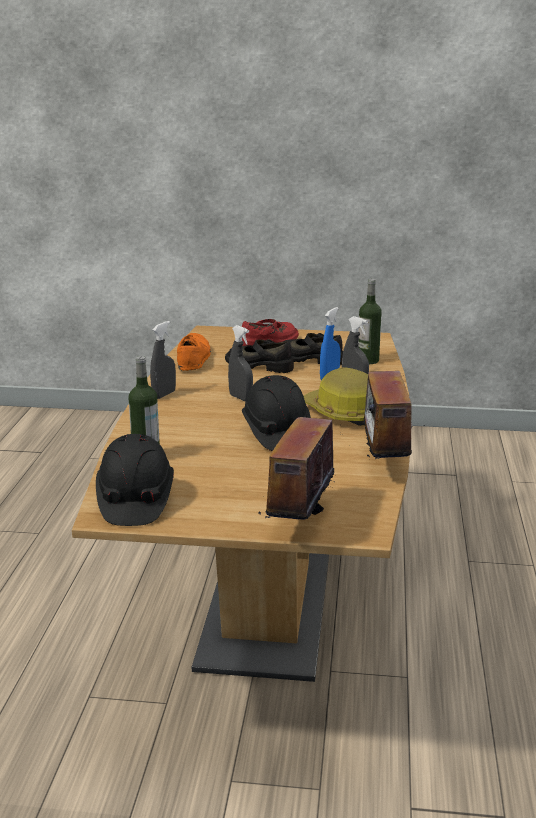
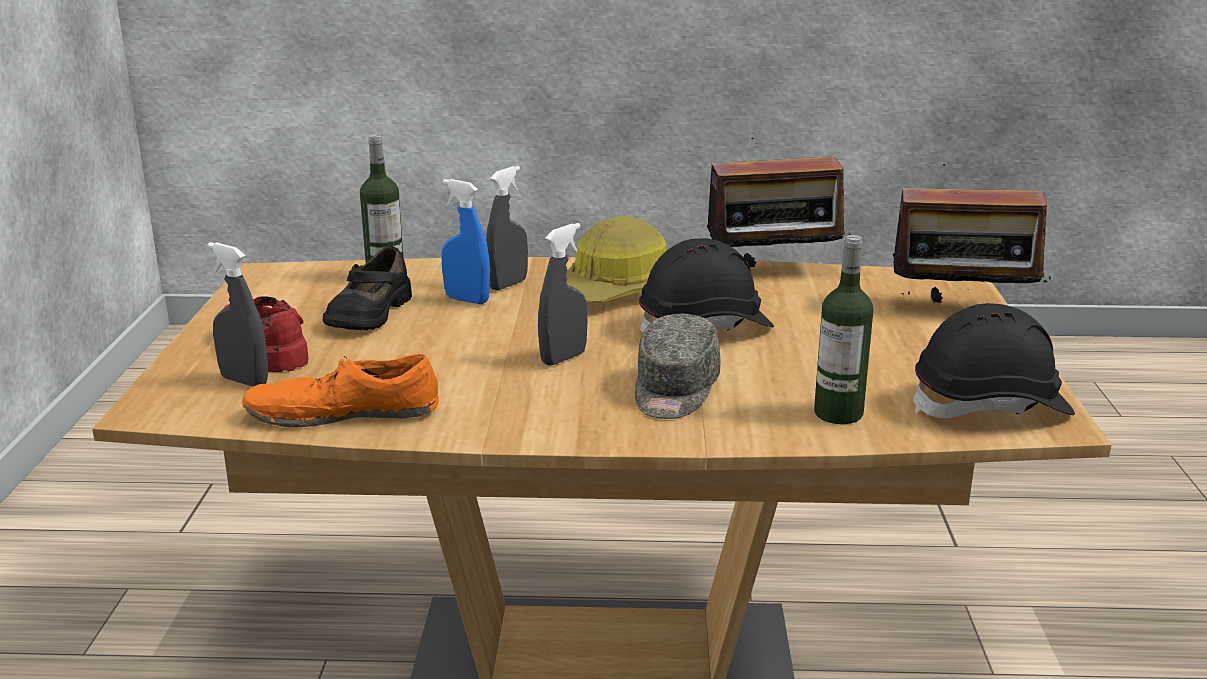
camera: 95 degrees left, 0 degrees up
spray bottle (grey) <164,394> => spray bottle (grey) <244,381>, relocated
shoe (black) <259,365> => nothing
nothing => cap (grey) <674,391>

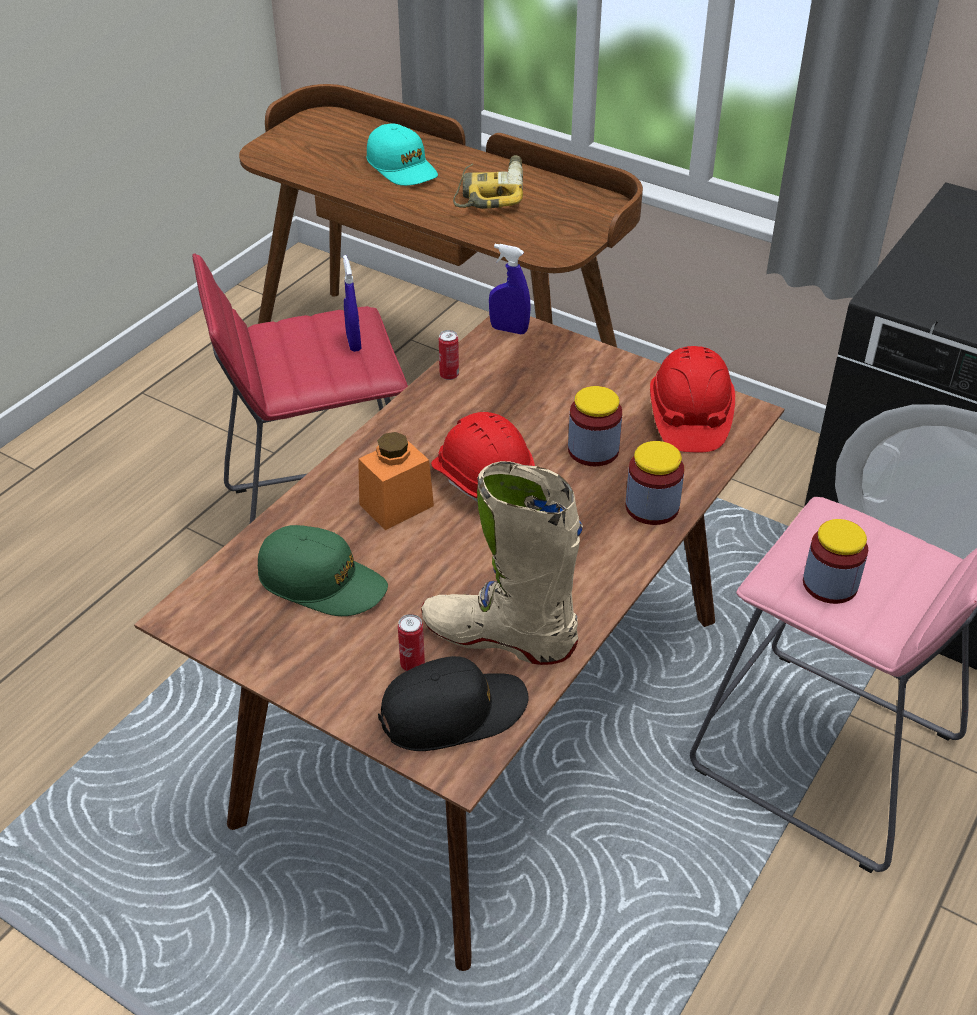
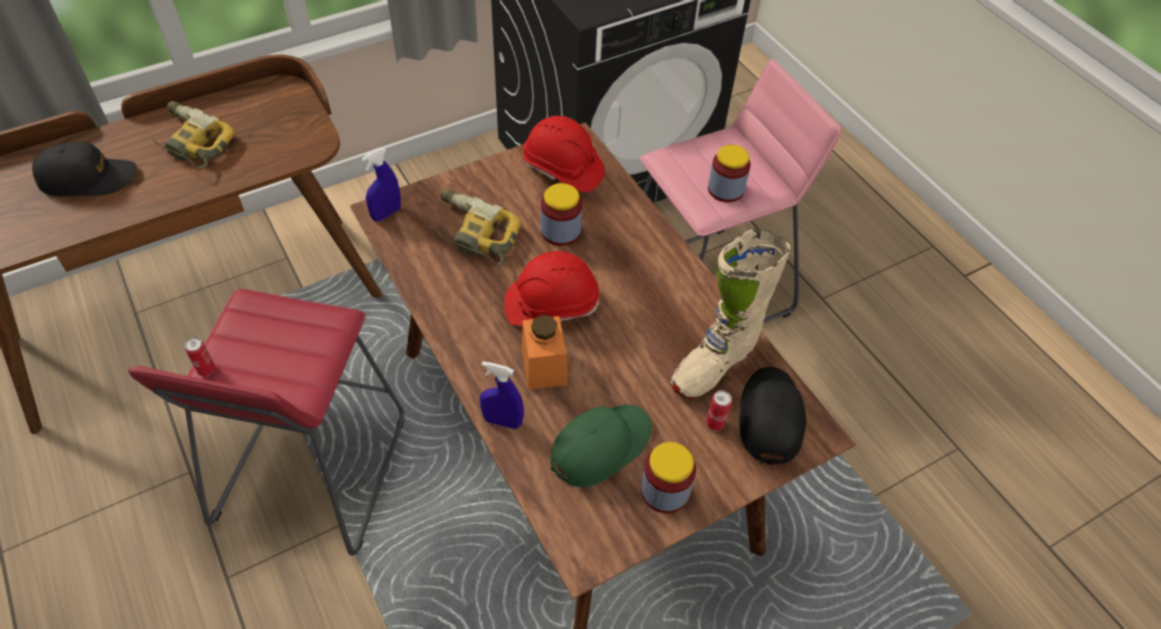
camera: 65 degrees left, 10 degrees up
cap (turquoise) <402,167> => cap (black) <88,178>
spray bottle (blue) <353,342> => spray bottle (blue) <502,421>, relocated
can <449,375> => can <206,370>, relocated
jar <652,507> => jar <665,491>, relocated
nothing => power drill <471,234>

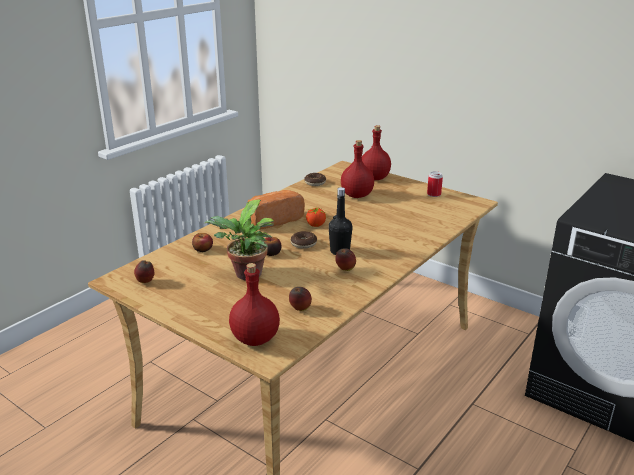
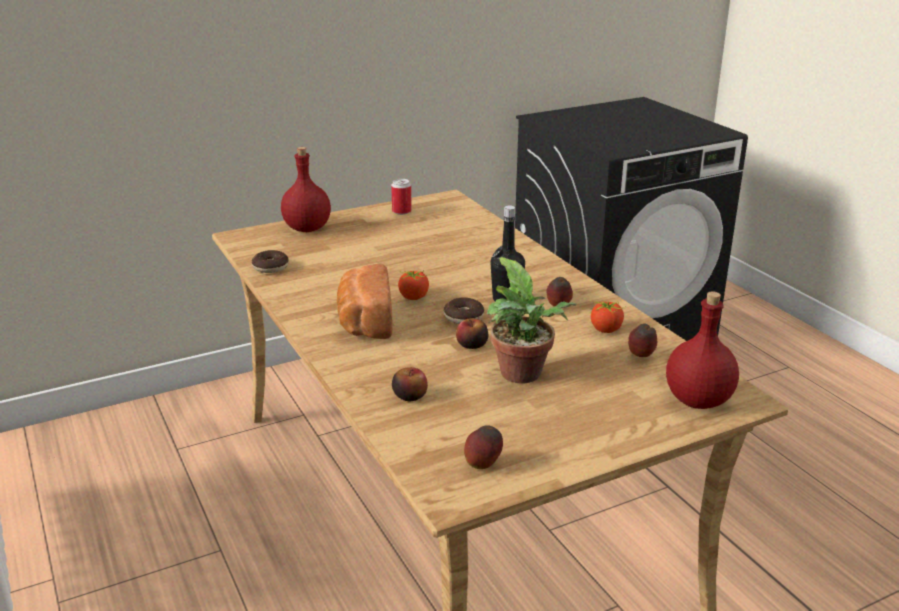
camera: 65 degrees left, 0 degrees up
bottle (red) <357,195> => nothing
nothing => tomato <606,329>

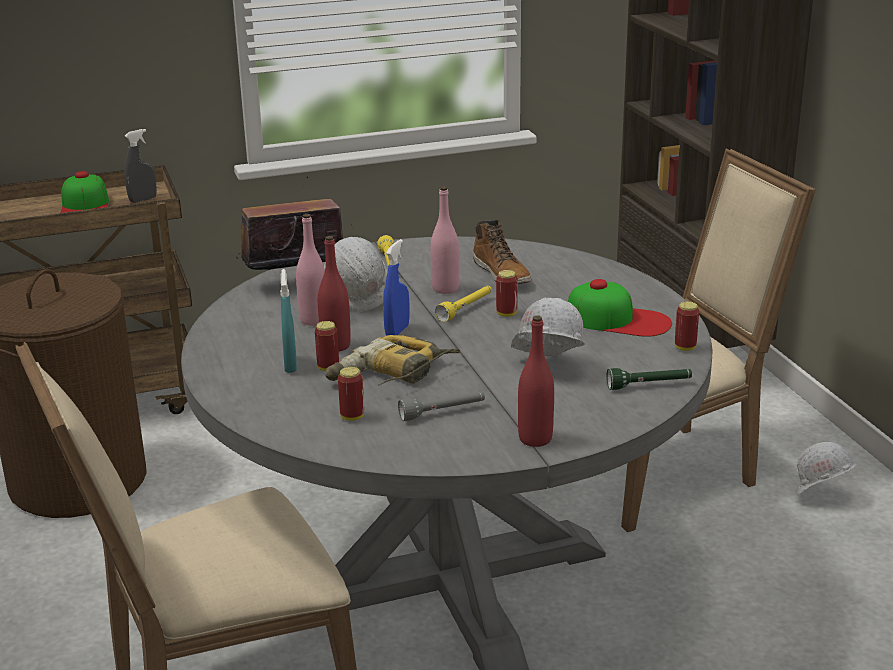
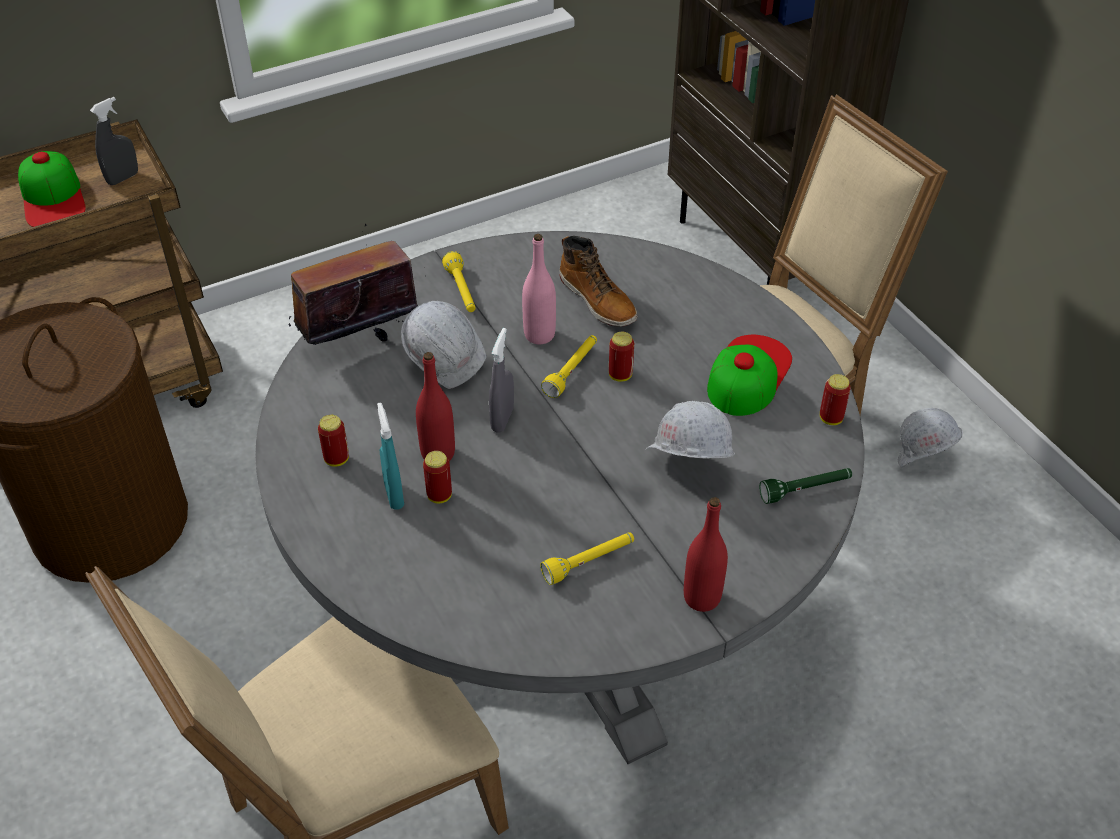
camera: 10 degrees left, 20 degrees up
bottle (pink) <314,320> => nothing
spray bottle (blue) <397,331> => spray bottle (grey) <502,419>
cap <618,319> => cap <748,374>, 75 degrees counterclockwise
power drill <391,375> => nothing
can <352,417> => can <336,459>, relocated
flashlight (grey) <442,412> => flashlight (yellow) <589,562>

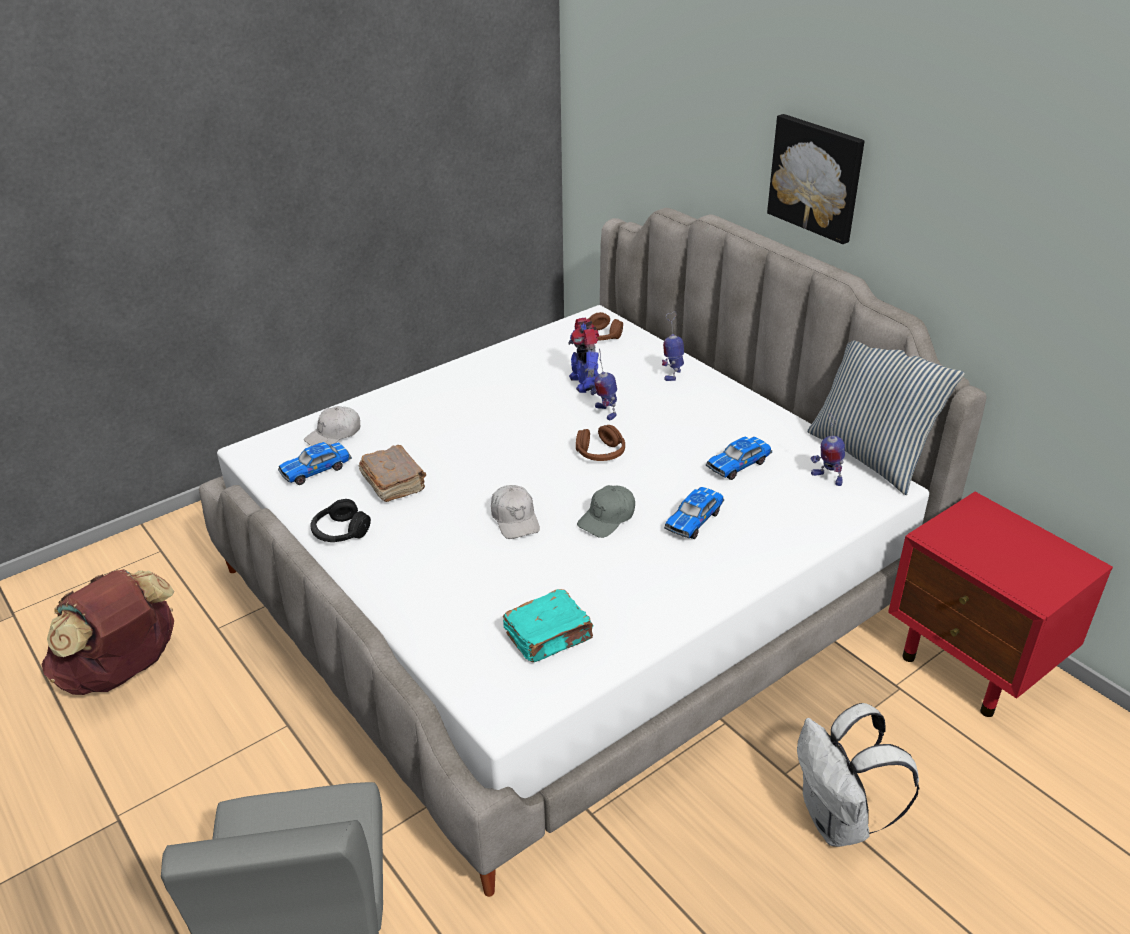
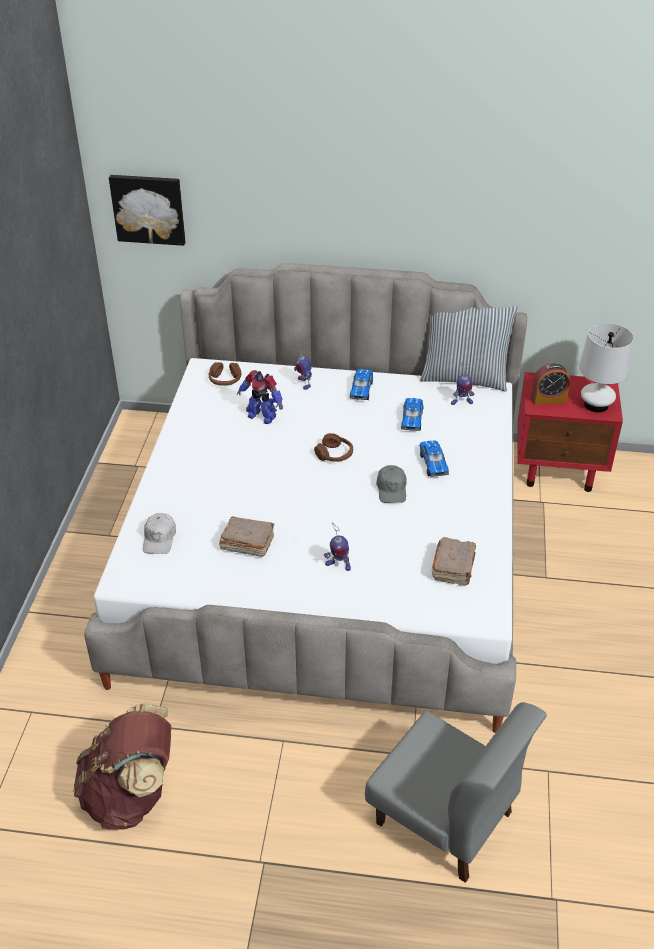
camera: 45 degrees left, 5 degrees up
picture <817,177> => picture <148,208>, relocated
toy robot <605,412> => toy robot <338,565>, relocated
toy car <316,470> => toy car <361,389>, relocated
cap (white) <515,519> => nothing
headphones (black) <340,532> => nothing
book (turquoise) <549,636> => book (brown) <454,568>
backpack (white) <839,821> => nothing
nothing => table lamp (white) <596,405>
nothing => alarm clock <548,399>

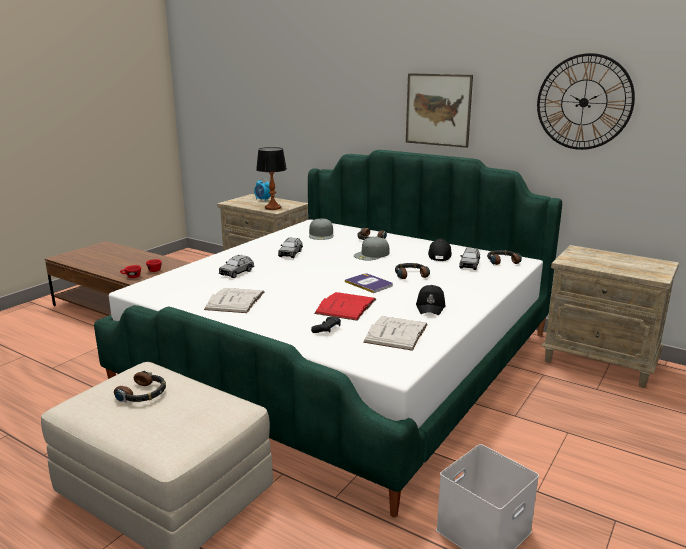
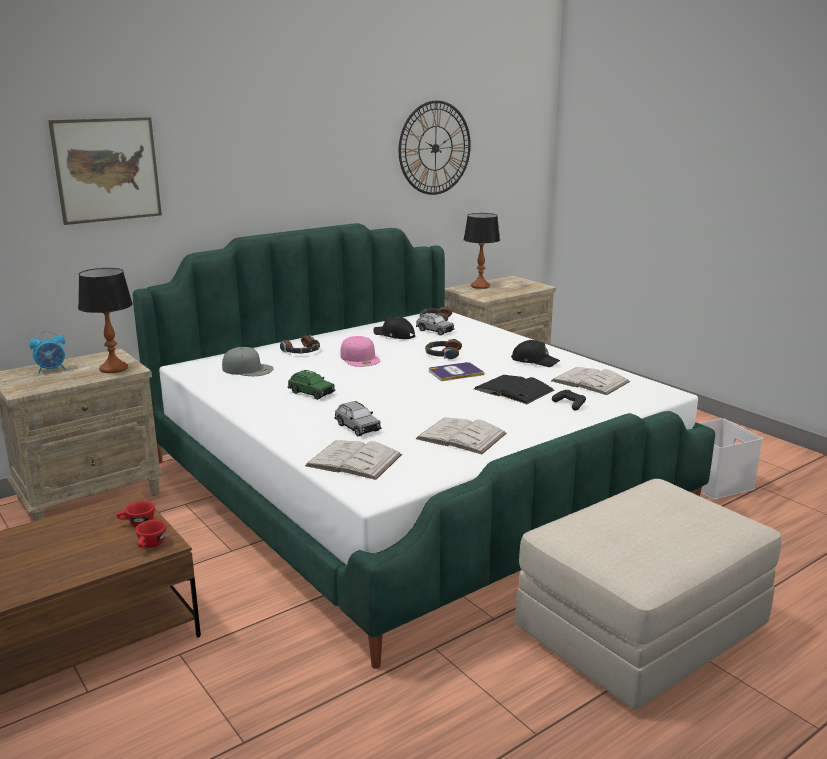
camera: 70 degrees left, 0 degrees up
picture <438,110> => picture <107,170>, relocated
cap (grey) <372,254> => cap (pink) <360,358>
toy car (grey) <290,254> => toy car (green) <311,393>
book (red) <346,306> => book (black) <513,390>
headphones <143,394> => nothing
nothing => table lamp <480,286>
nothing => book (white) <354,460>

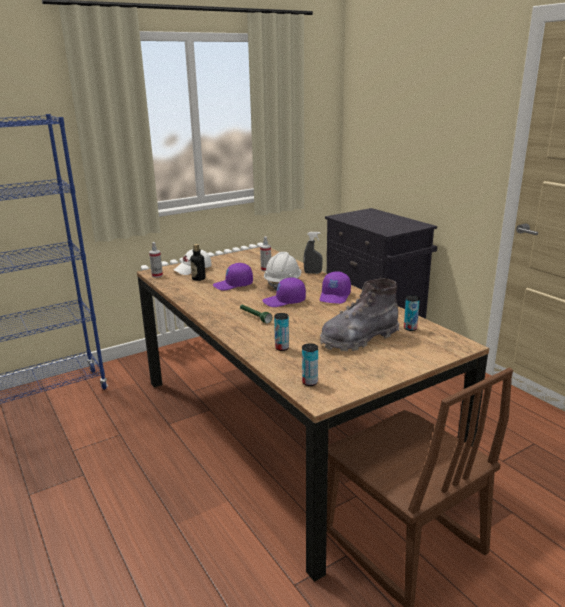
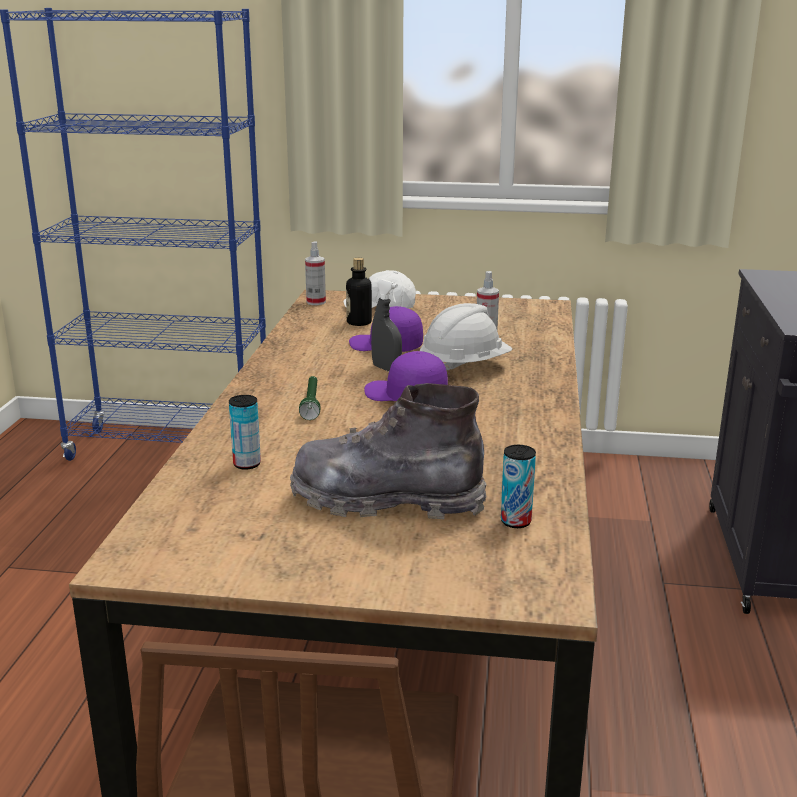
camera: 40 degrees right, 0 degrees up
spray bottle (grey) <312,273> => spray bottle (grey) <386,369>, relocated
cap (purple) <335,296> => nothing
can <309,382> => nothing

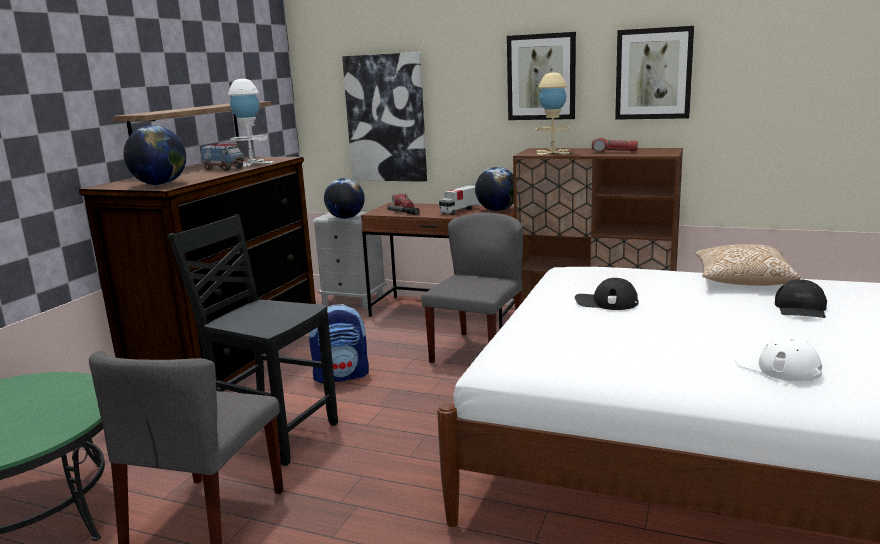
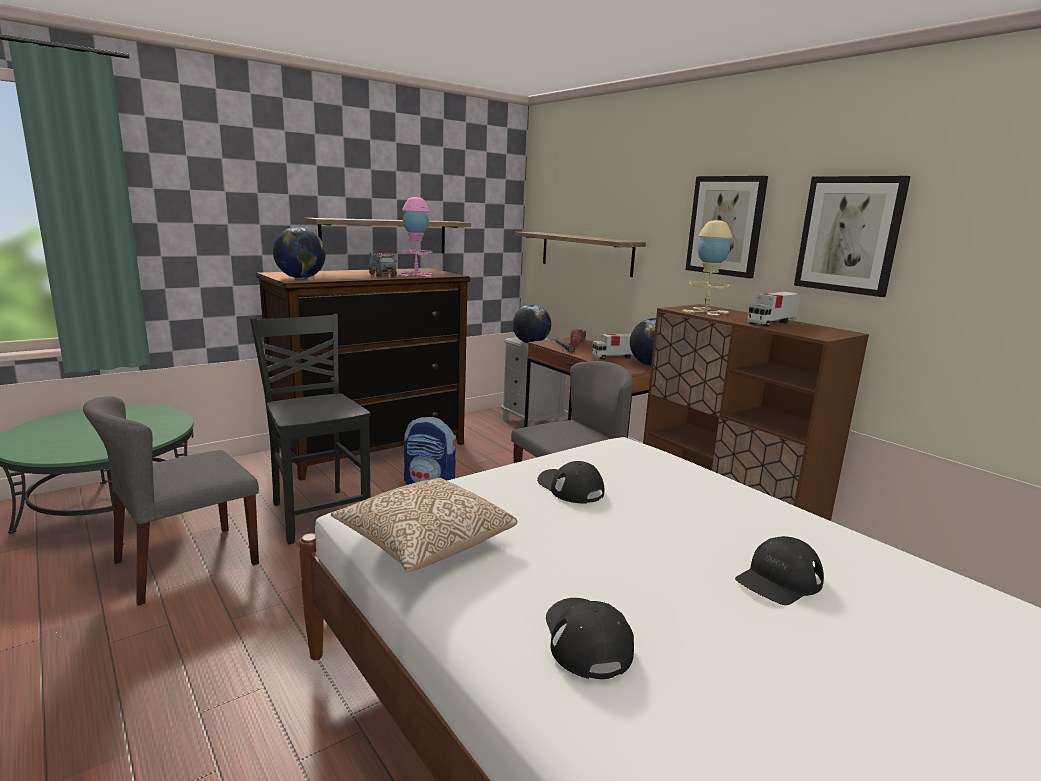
camera: 30 degrees right, 0 degrees up
picture <386,118> => shelf <585,253>
table lamp (white) <252,163> => table lamp (pink) <416,274>
flashlight <614,151> => toy truck <771,323>
pillow <742,281> => pillow <425,542>, relocated
cap (white) <777,366> => cap (black) <586,639>

